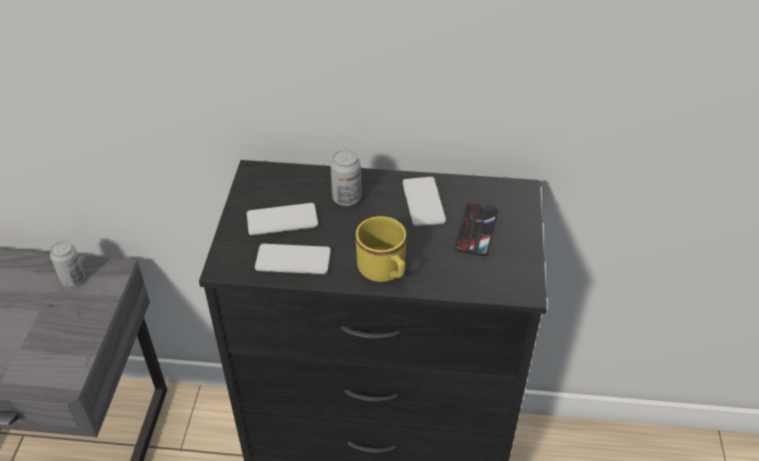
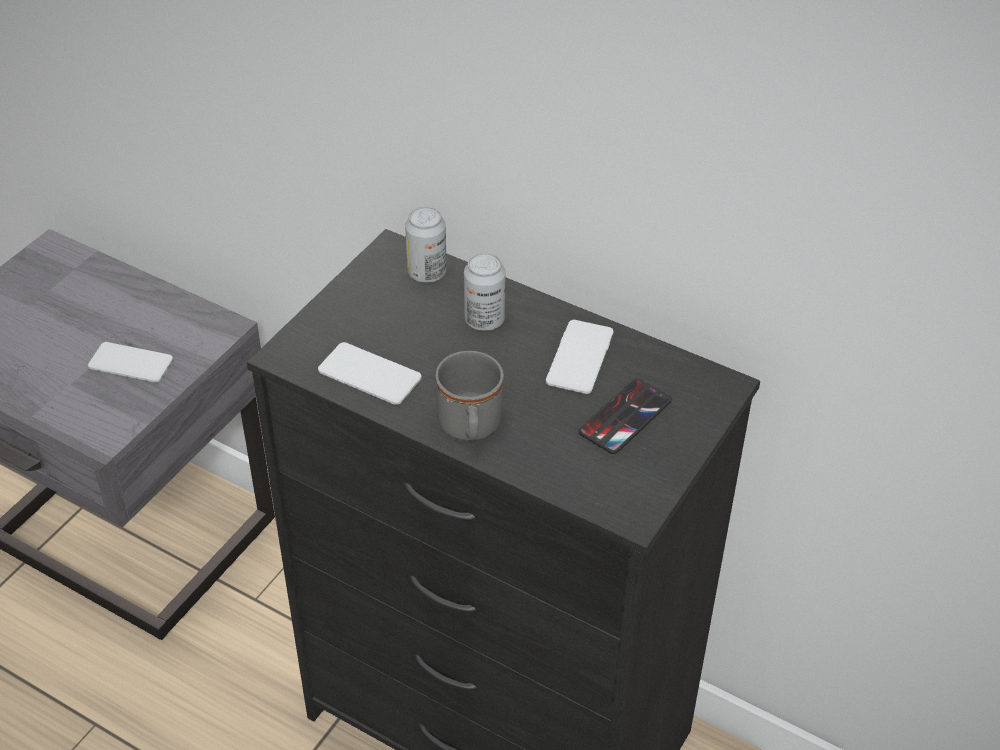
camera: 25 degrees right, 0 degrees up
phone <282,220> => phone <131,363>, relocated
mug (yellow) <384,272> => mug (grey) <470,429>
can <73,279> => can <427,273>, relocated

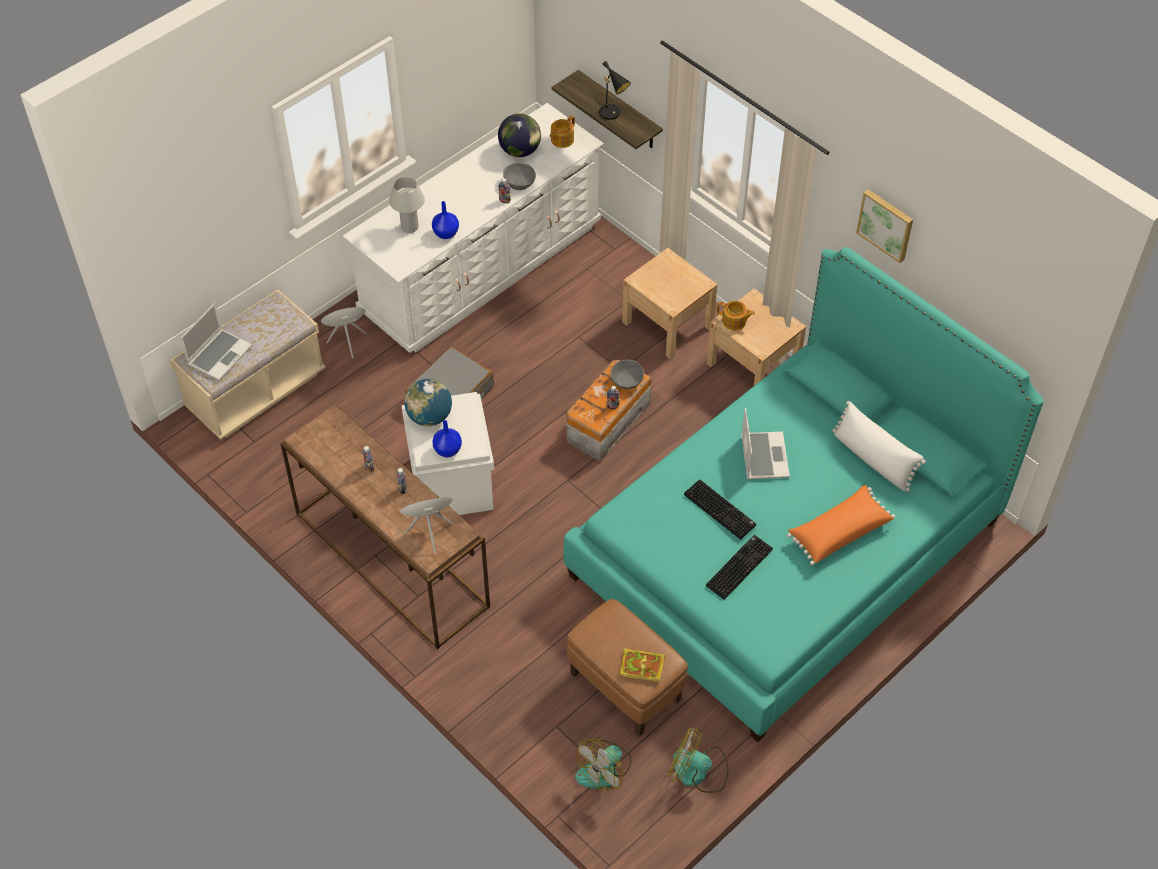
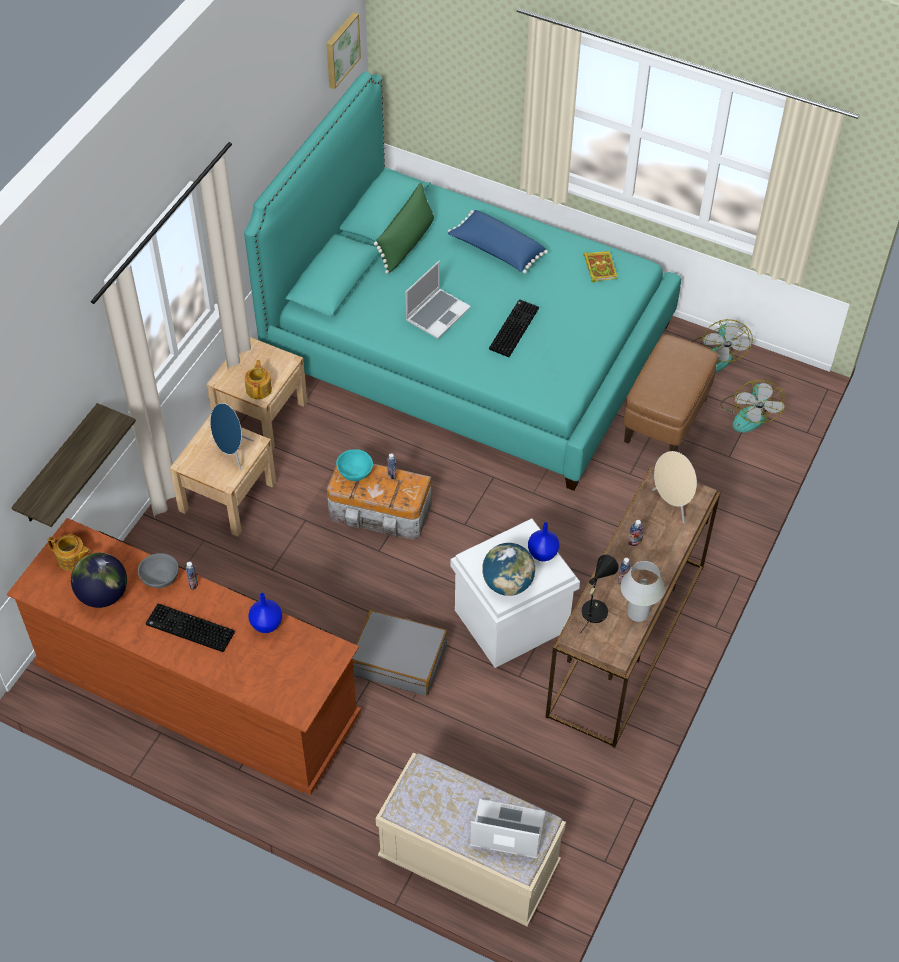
camera: 110 degrees left, 0 degrees up
table lamp (black) <612,114> => table lamp (black) <595,608>, relocated
dresser (white) <482,269> => dresser (brown) <198,693>
table lamp (white) <410,227> => table lamp (white) <637,613>, relocated
picture <886,224> => picture <341,49>, relocated
speaker (blue) <347,341> => speaker (blue) <232,453>, relocated
bowl (grey) <626,381> => bowl (turquoise) <354,472>
pillow (white) <873,459> => pillow (green) <406,243>
laptop <763,456> => laptop <437,314>, 150 degrees clockwise
pillow (orange) <838,531> => pillow (blue) <496,250>
keyboard <738,566> => keyboard <188,629>, relocated
book <643,666> => book <599,267>, relocated
fan <604,769> => fan <749,414>, 75 degrees clockwise

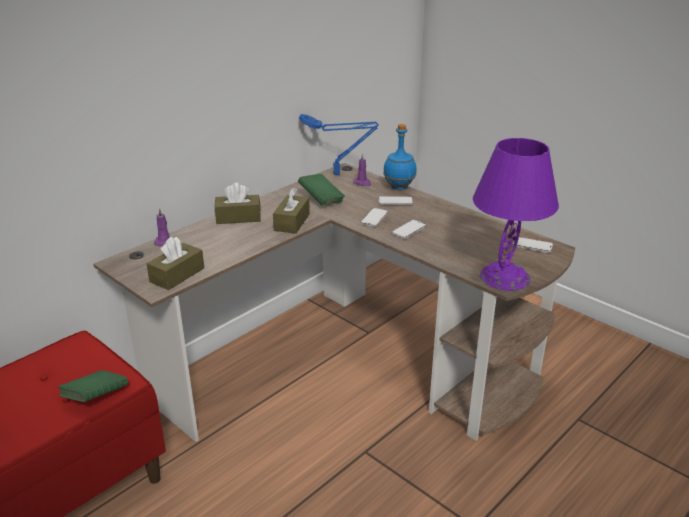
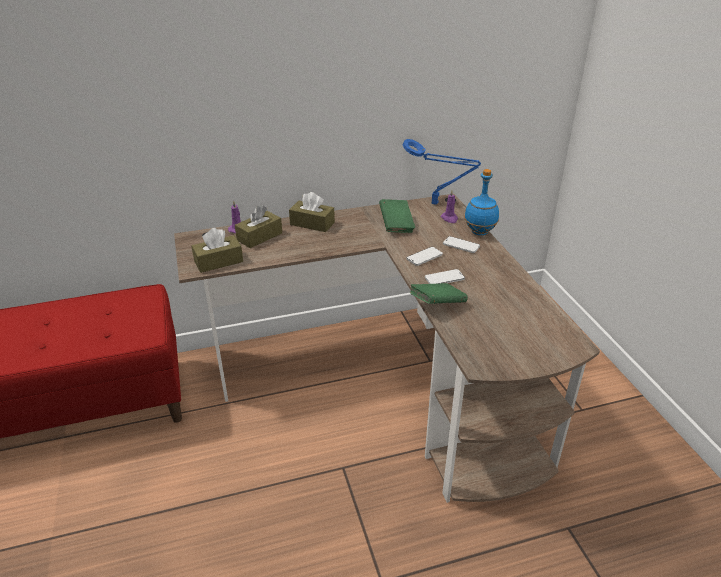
camera: 30 degrees right, 5 degrees up
table lamp (purple) <505,277> => nothing
tissue box (brown) <292,222> => tissue box (brown) <259,237>, relocated
phone <532,246> => nothing
book (green) <96,397> => book (green) <437,304>, relocated

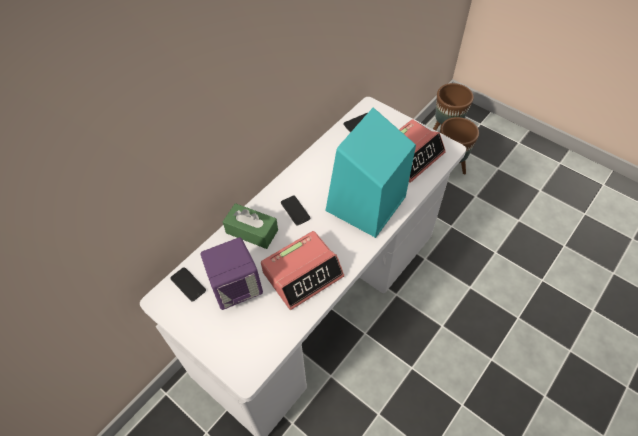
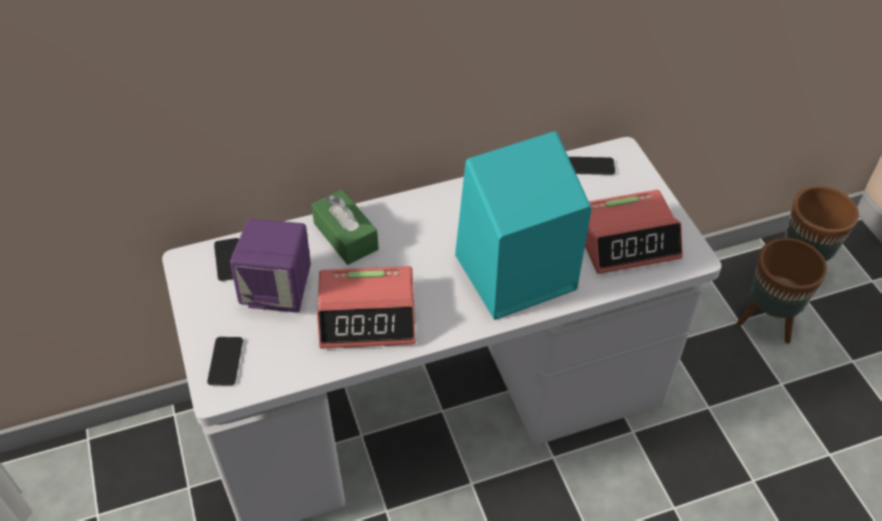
camera: 30 degrees right, 5 degrees down
phone <295,210> => phone <225,361>, relocated

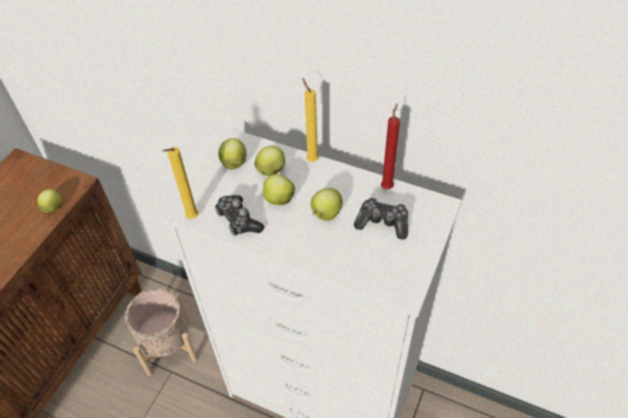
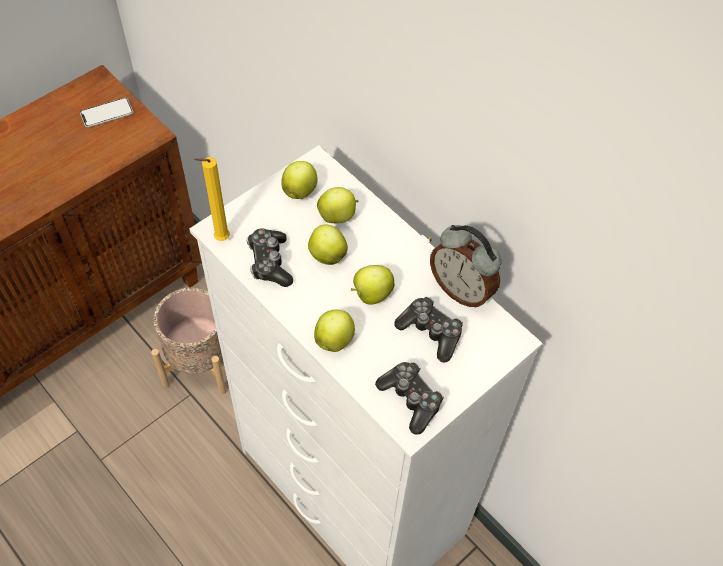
camera: 20 degrees right, 5 degrees up
candle (yellow) <311,159> => nothing
candle (red) <387,186> => alarm clock <461,290>
apple <53,207> => apple <334,339>, relocated
nothing => phone <107,113>
nothing => game controller <411,399>

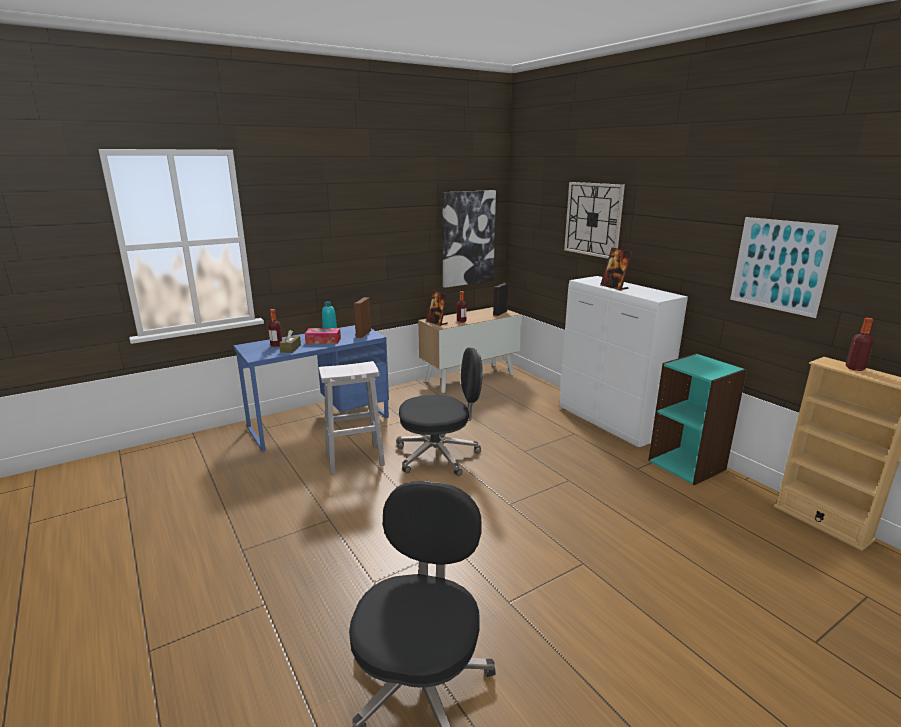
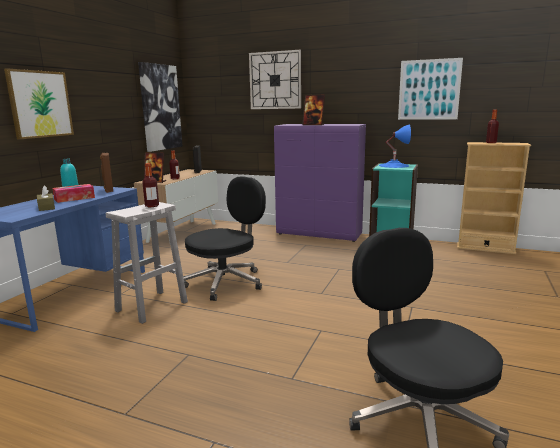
camera: 35 degrees left, 5 degrees down
cabinet (white) <610,423> => cabinet (purple) <319,234>
bottle <276,345> => bottle <152,206>, relocated
nothing => picture <40,104>
nothing => table lamp (blue) <394,165>

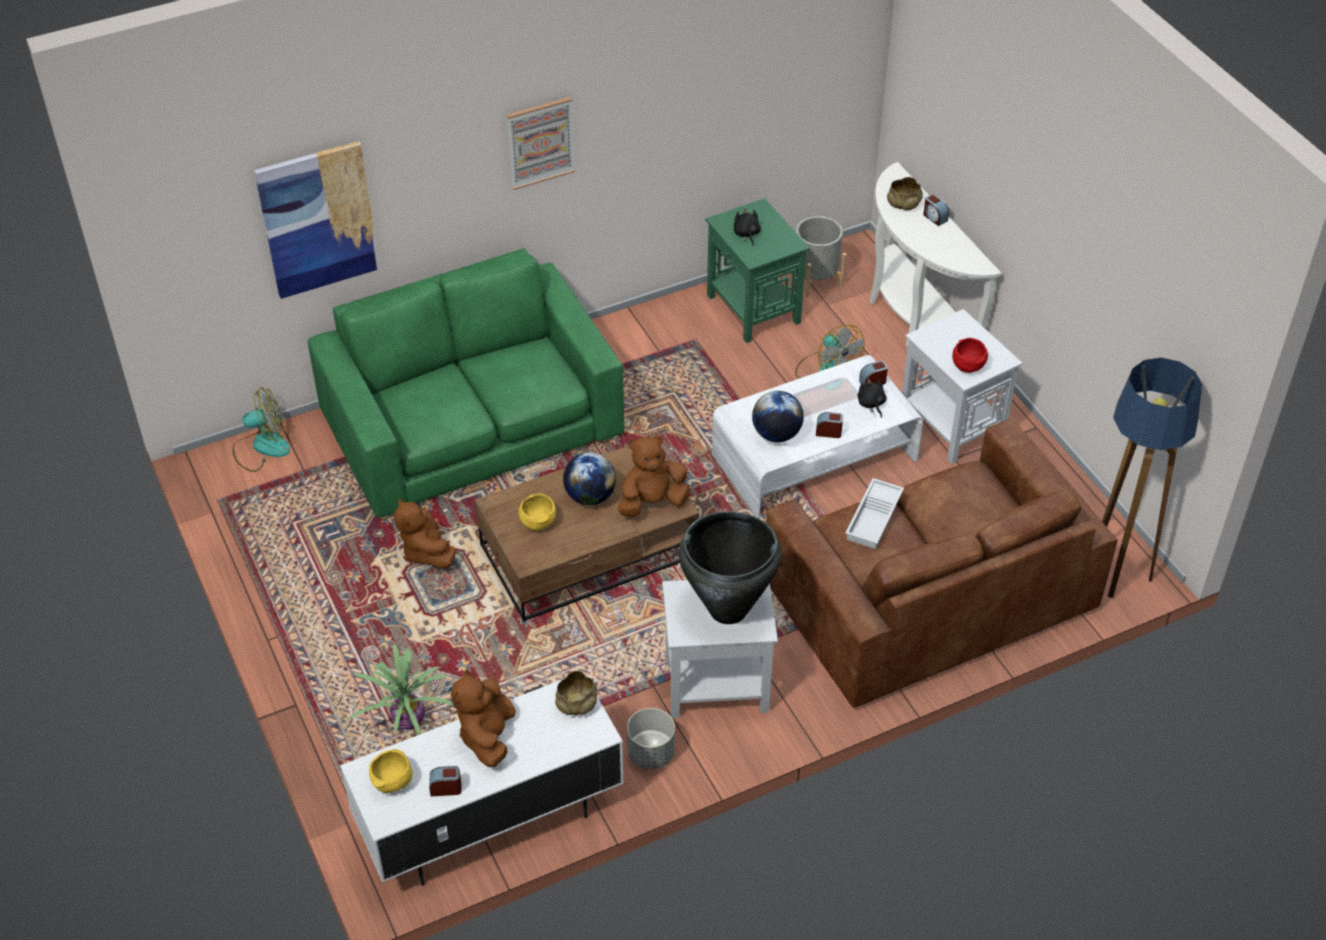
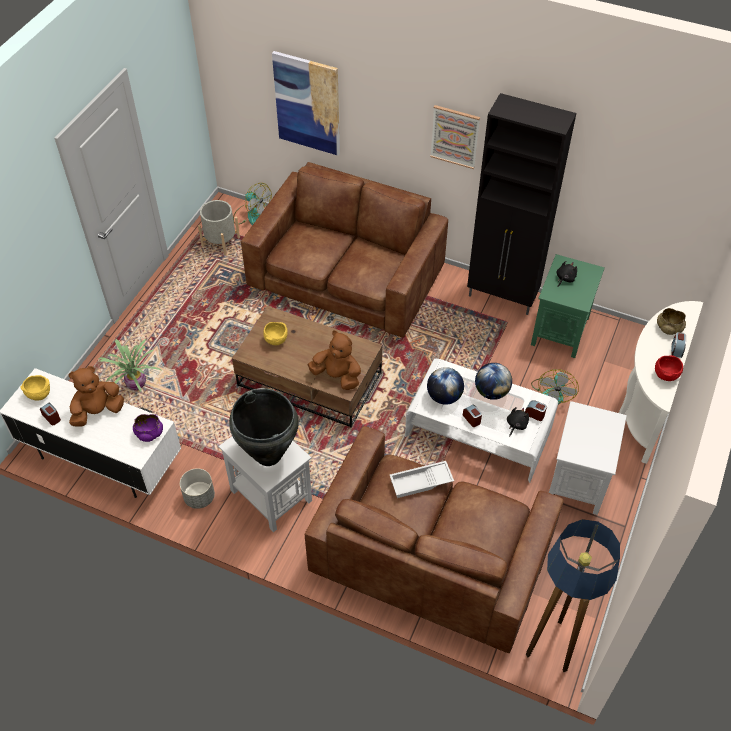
camera: 50 degrees right, 5 degrees up
planter (grey) <815,279> => planter (grey) <221,242>, relocated
sofa (green) <472,423> => sofa (brown) <347,276>
bowl (red) <967,366> => bowl (red) <665,375>, relocated
globe <590,496> => globe <491,392>, relocated
plush toy (brown) <426,552> => nothing
bowl (beige) <576,704> => bowl (purple) <149,433>
nothing => cabinet (black) <503,297>

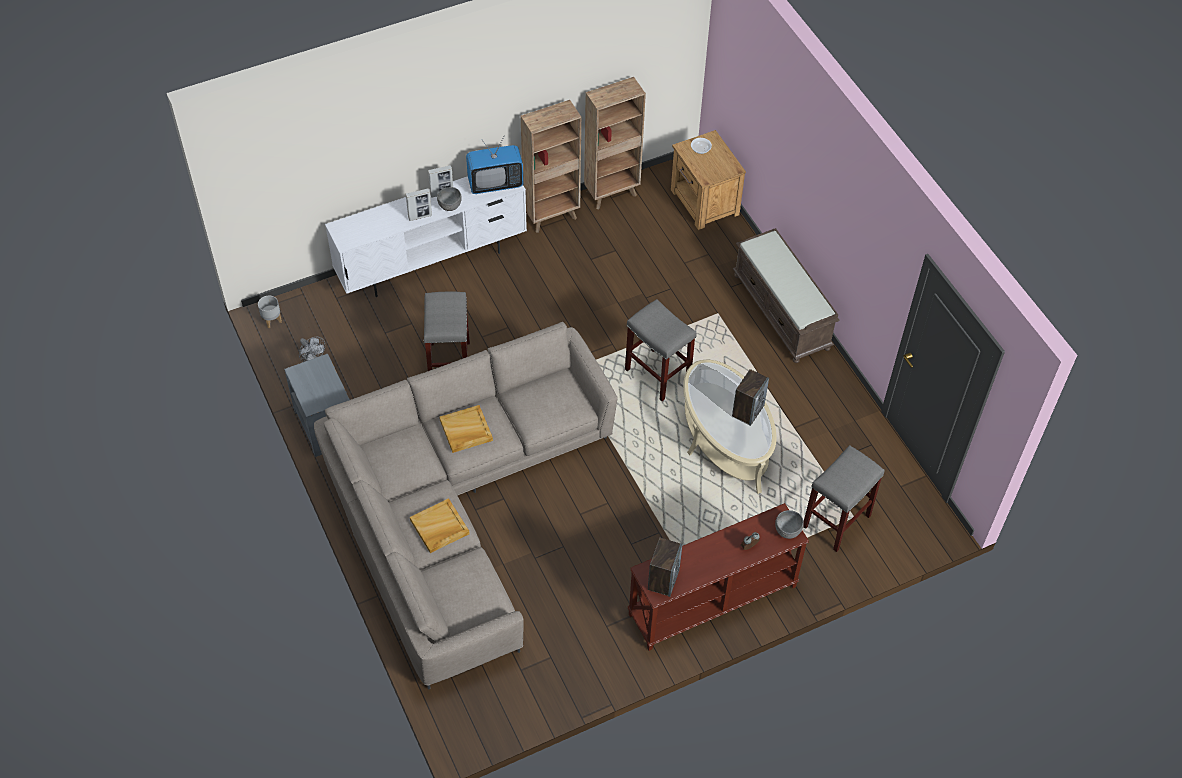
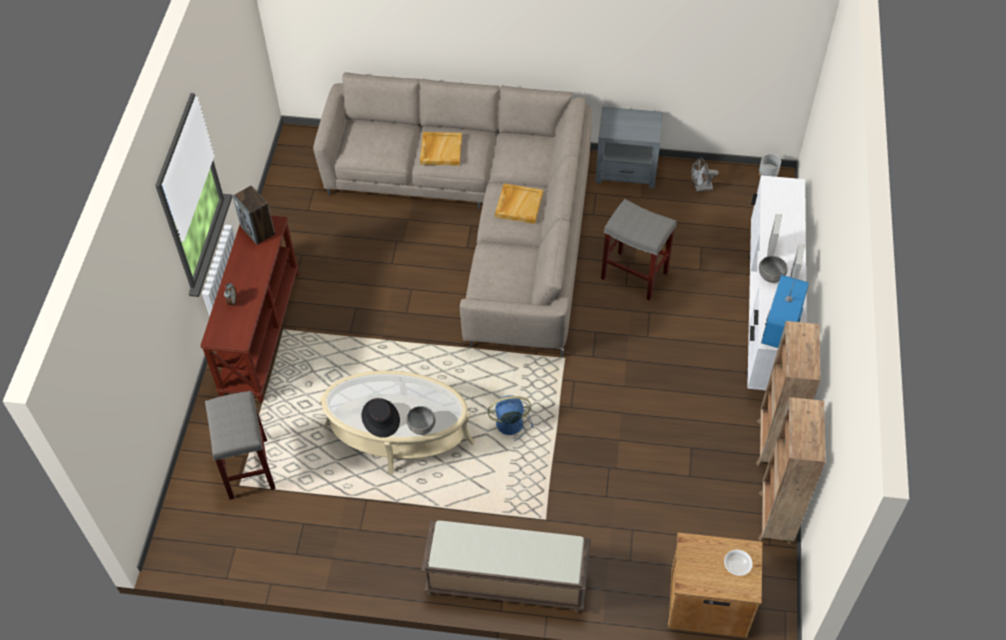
camera: 125 degrees right, 0 degrees up
stool (grey) <658,375> => fan (blue) <508,424>
speaker <748,410> => hat (black) <381,418>
bowl (grey) <787,531> => bowl (grey) <421,427>, relocated

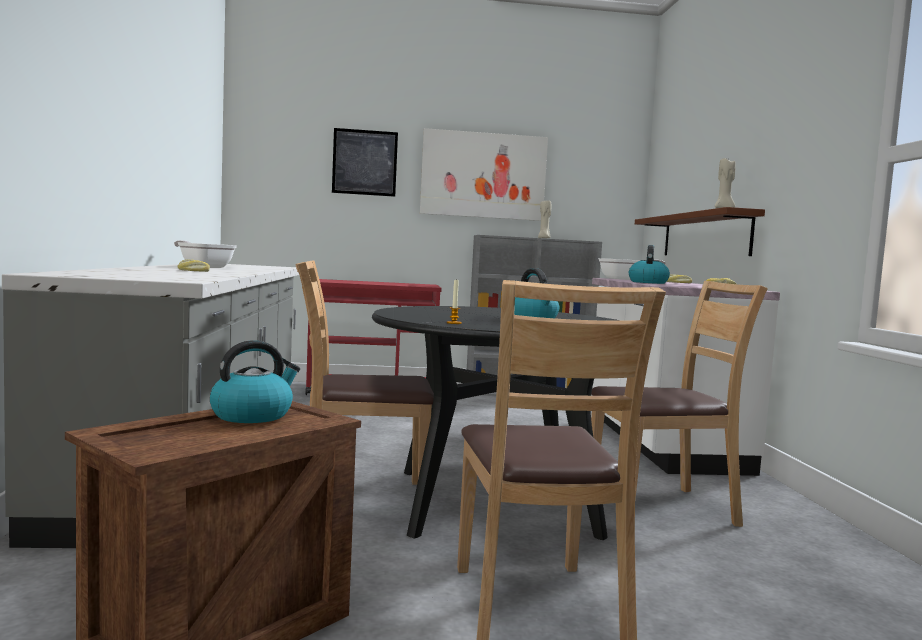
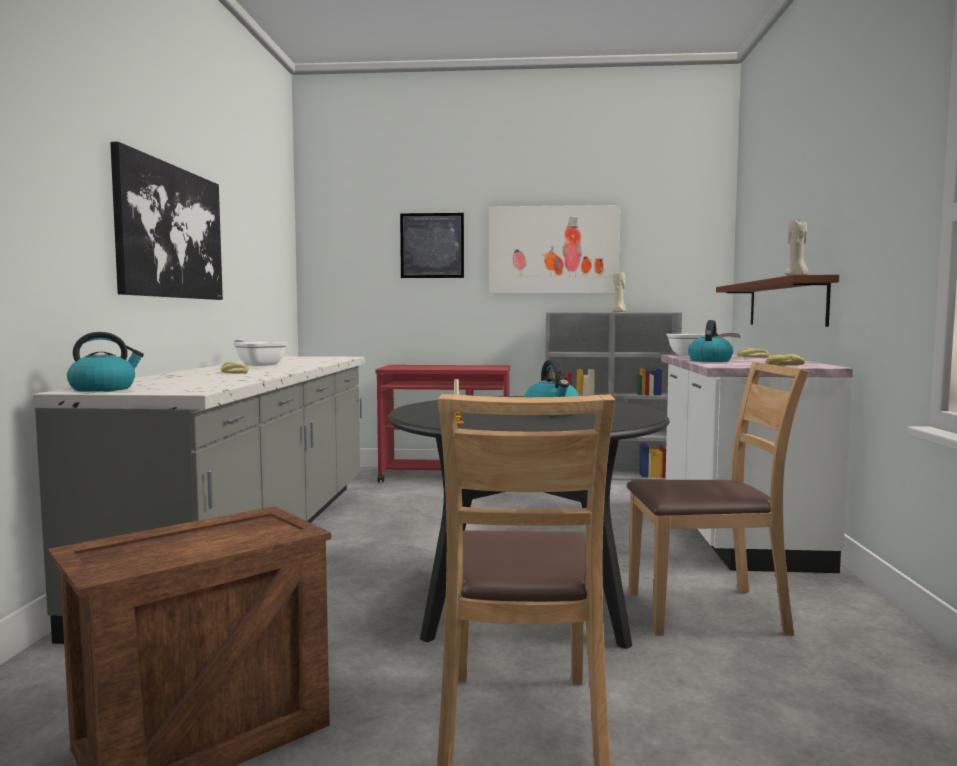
camera: 10 degrees right, 0 degrees up
chair (brown) <358,498> => nothing
kettle <253,415> => kettle <104,389>, relocated
nothing => picture <170,232>

